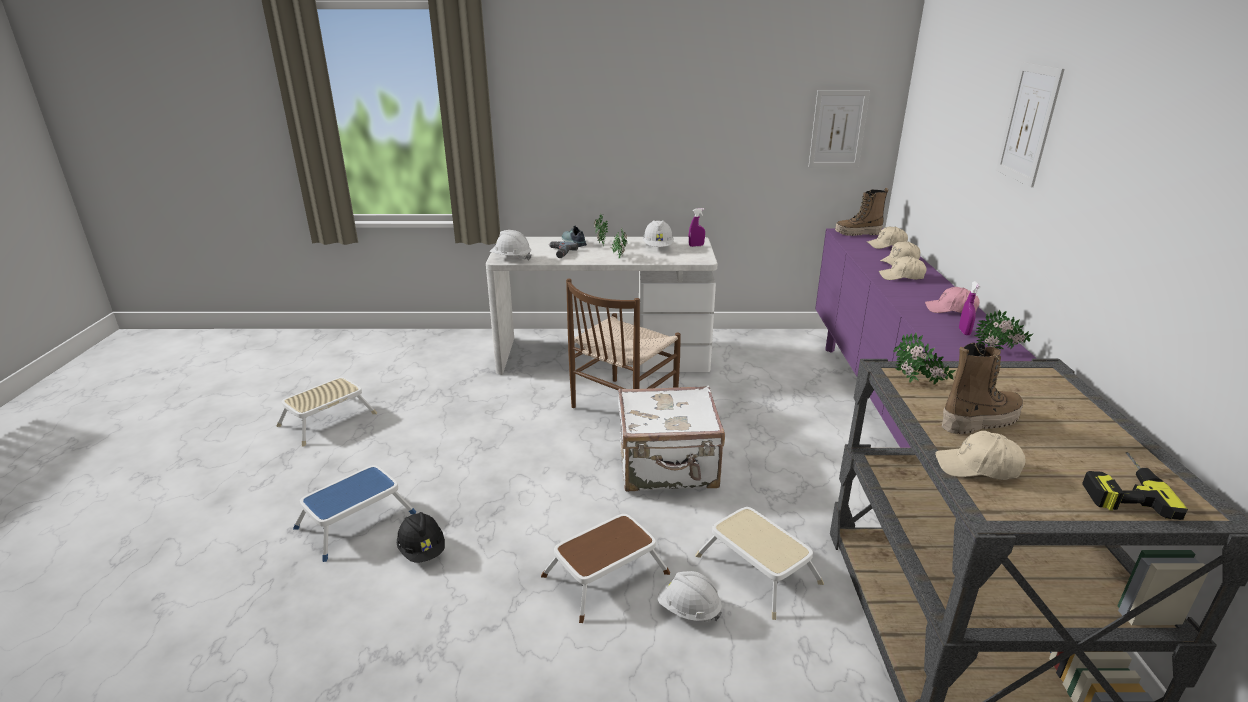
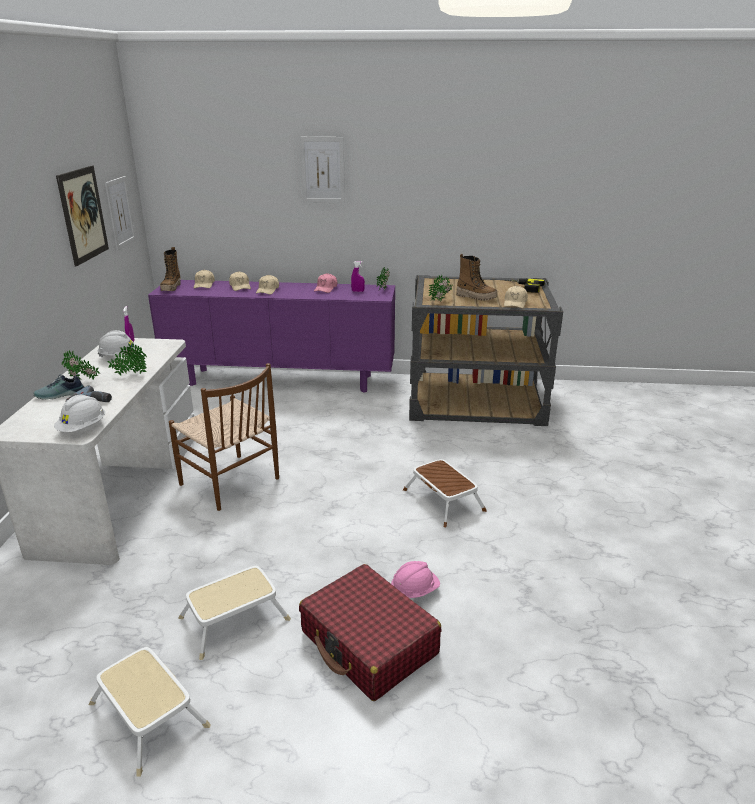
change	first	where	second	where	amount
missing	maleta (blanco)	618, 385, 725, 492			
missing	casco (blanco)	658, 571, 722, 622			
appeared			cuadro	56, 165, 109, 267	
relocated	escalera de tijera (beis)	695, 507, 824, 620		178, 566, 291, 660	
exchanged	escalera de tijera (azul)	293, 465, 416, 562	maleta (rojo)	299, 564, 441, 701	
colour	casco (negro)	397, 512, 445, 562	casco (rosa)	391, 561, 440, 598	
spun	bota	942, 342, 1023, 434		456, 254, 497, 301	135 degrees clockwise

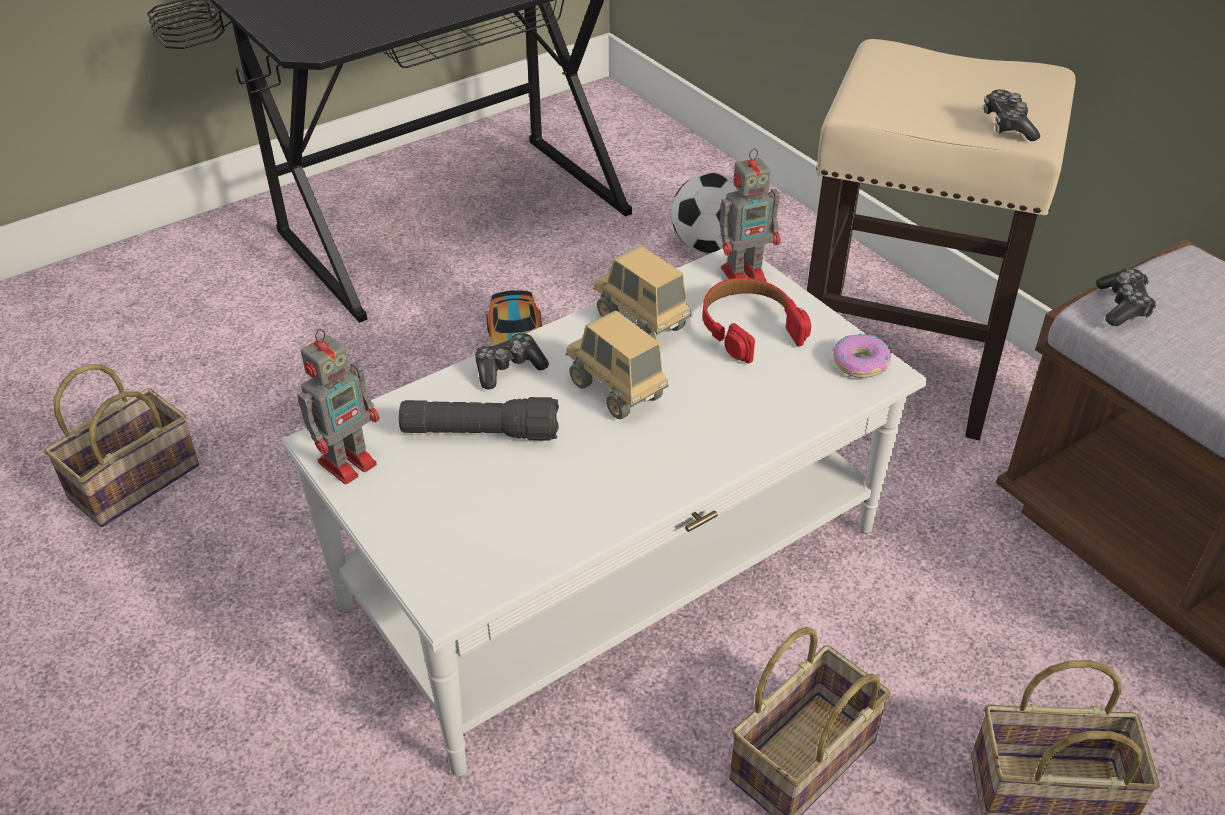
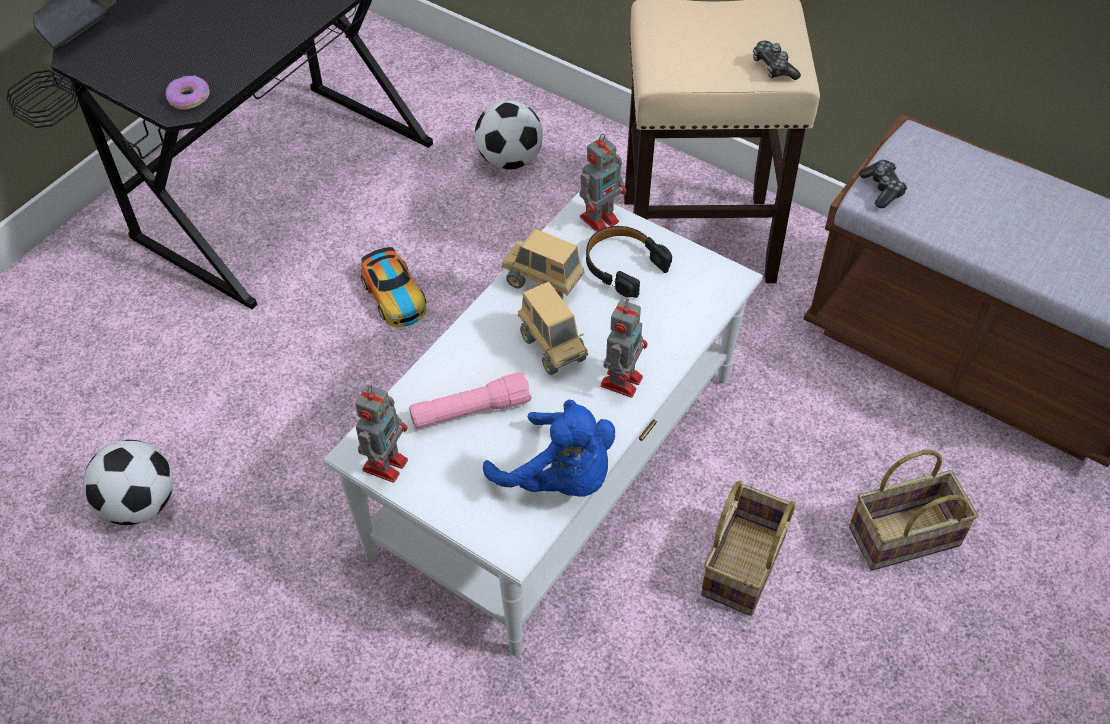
change	first	where	second	where	amount
missing	mando de consola	475, 333, 549, 389			
appeared			peluche (azul)	483, 400, 615, 497	
appeared			robot de juguete	601, 299, 648, 397	
relocated	rosquilla	832, 333, 891, 378		165, 75, 210, 110	
exchanged	cesta	44, 364, 199, 527	balón de fútbol	83, 440, 173, 525	
colour	linterna (negro)	399, 397, 559, 441	linterna (rosa)	409, 372, 532, 429	
colour	auriculares (rojo)	703, 278, 811, 364	auriculares (negro)	586, 226, 672, 298	
spun	camión de juguete	566, 310, 669, 419		518, 282, 588, 375	150 degrees counterclockwise

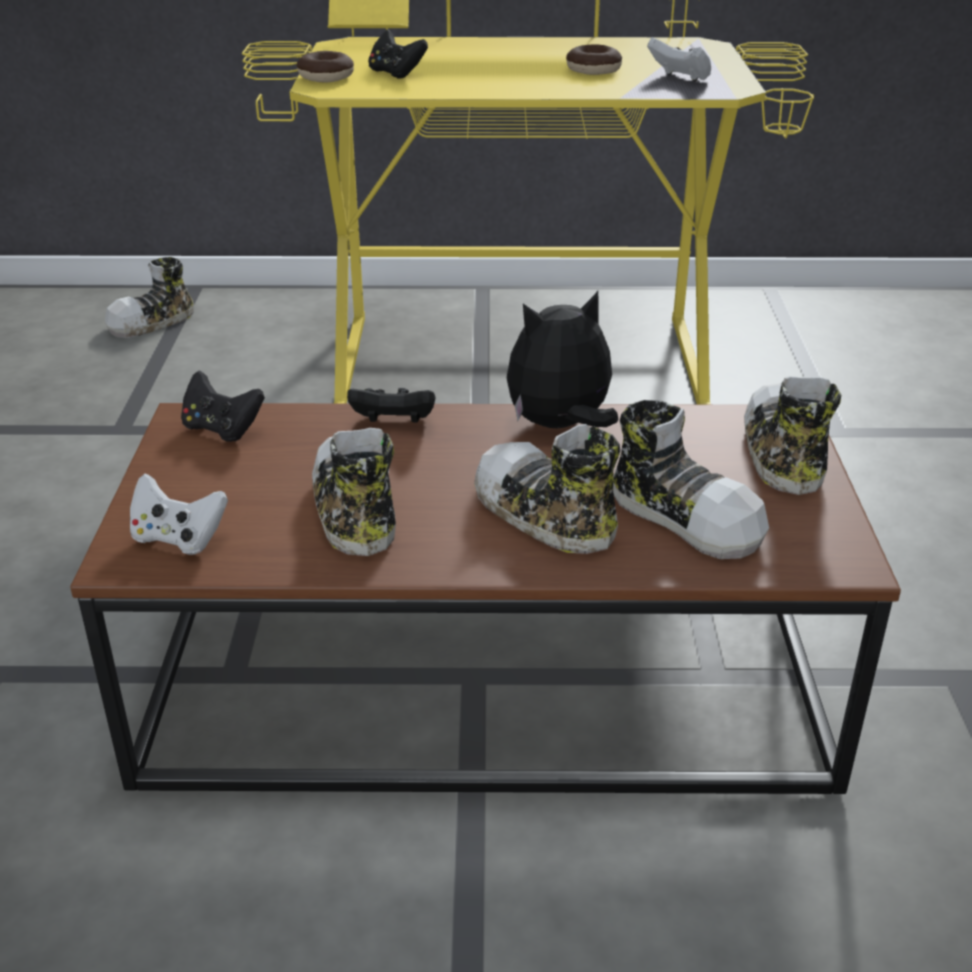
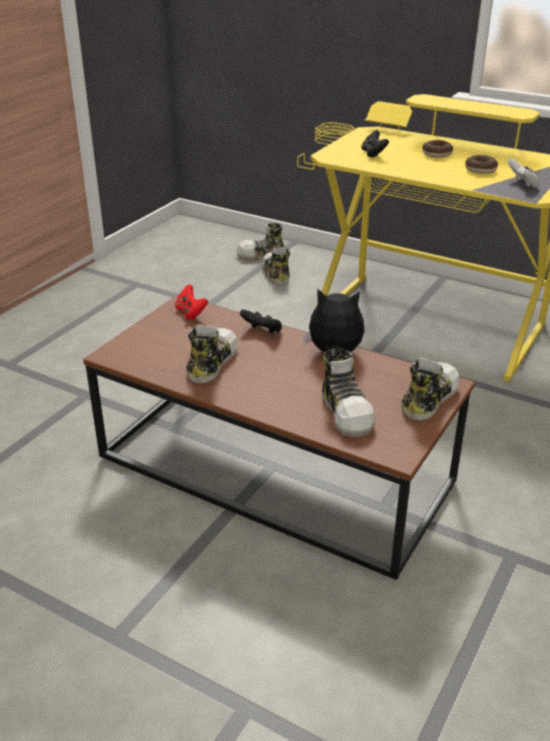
change	first	where	second	where	amount
missing	mando de consola (blanco)	130, 473, 228, 555			
relocated	rosquilla	297, 51, 354, 82		422, 140, 453, 158	
relocated	zapato	474, 424, 620, 554		262, 247, 290, 284	
colour	mando de consola (negro)	181, 370, 265, 442	mando de consola (rojo)	175, 284, 208, 320	

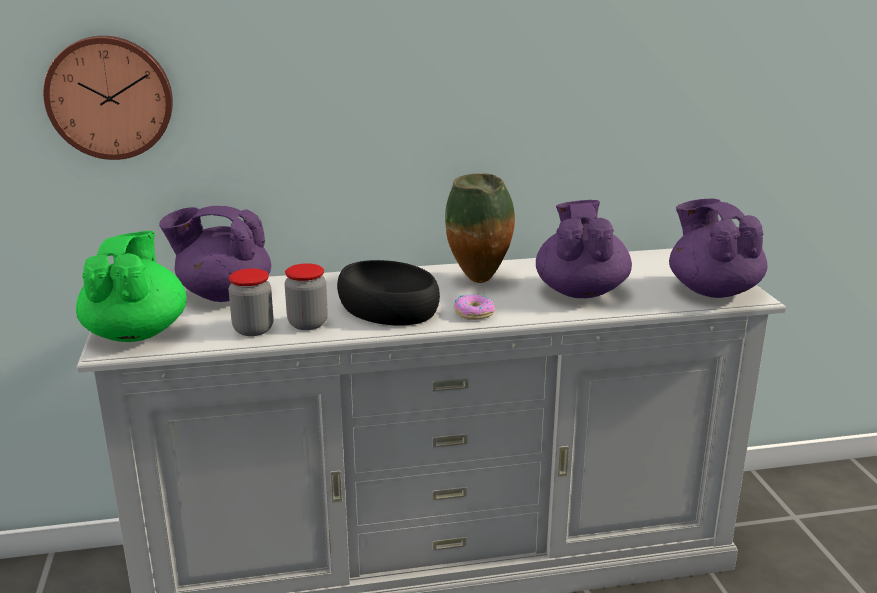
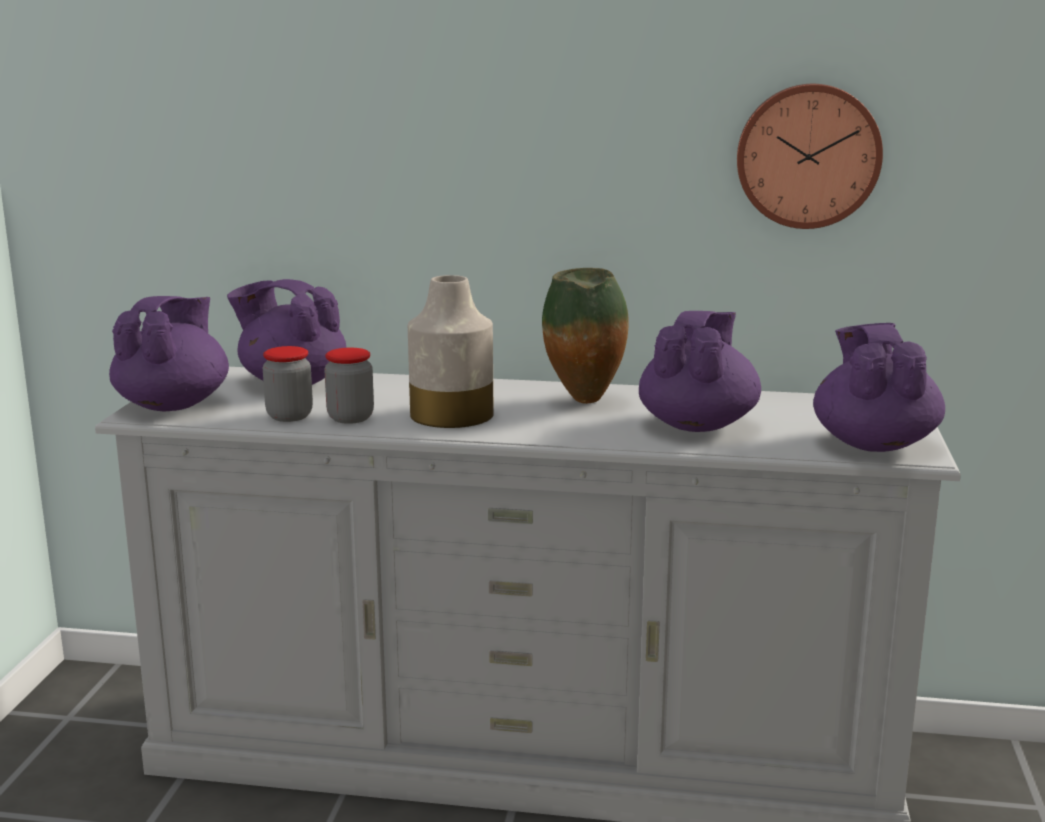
change	first	where	second	where	amount
missing	rosquilla	454, 294, 495, 320			
relocated	reloj de pared	43, 36, 173, 160		737, 84, 883, 229	
exchanged	cuenco (negro)	337, 260, 440, 325	florero (beis)	408, 275, 494, 428	
colour	tetera (verde)	76, 231, 187, 342	tetera (morado)	109, 296, 229, 411	

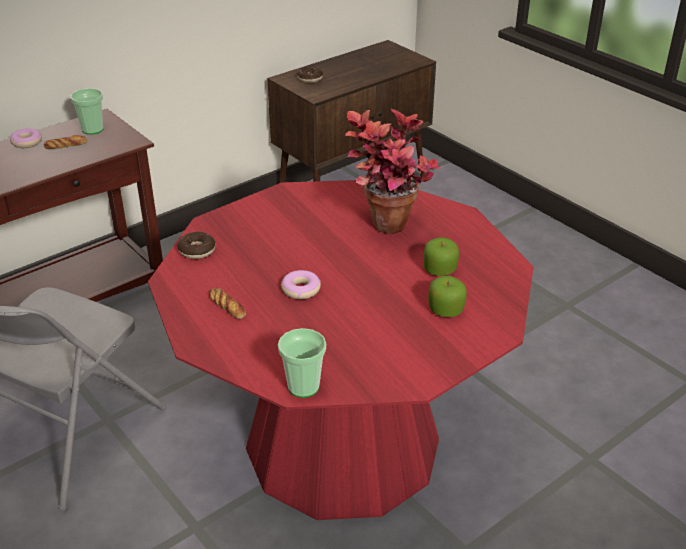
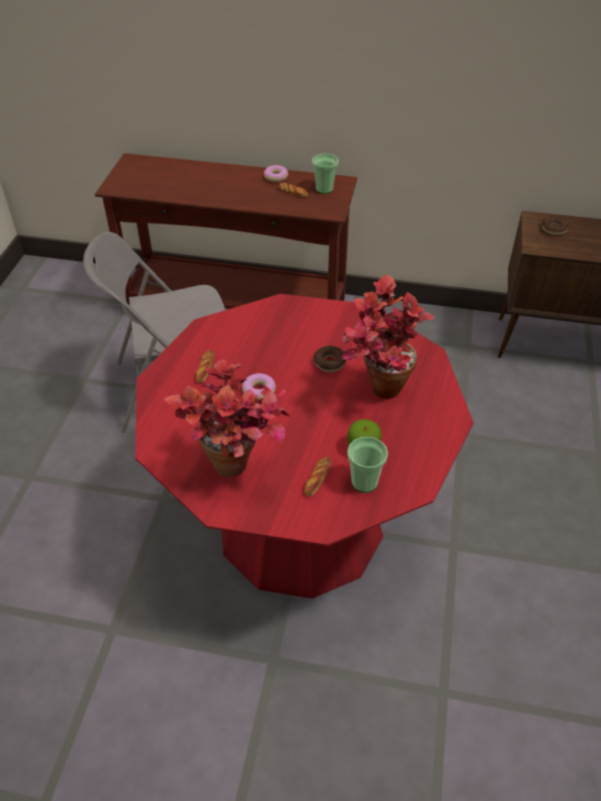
change	first	where	second	where	amount
appeared			planta en maceta	164, 359, 290, 477	
relocated	rosquilla	177, 232, 215, 259		314, 346, 346, 372	
relocated	taza	278, 328, 326, 398		347, 437, 388, 493	
exchanged	manzana	428, 276, 467, 317	pan	304, 457, 332, 496	

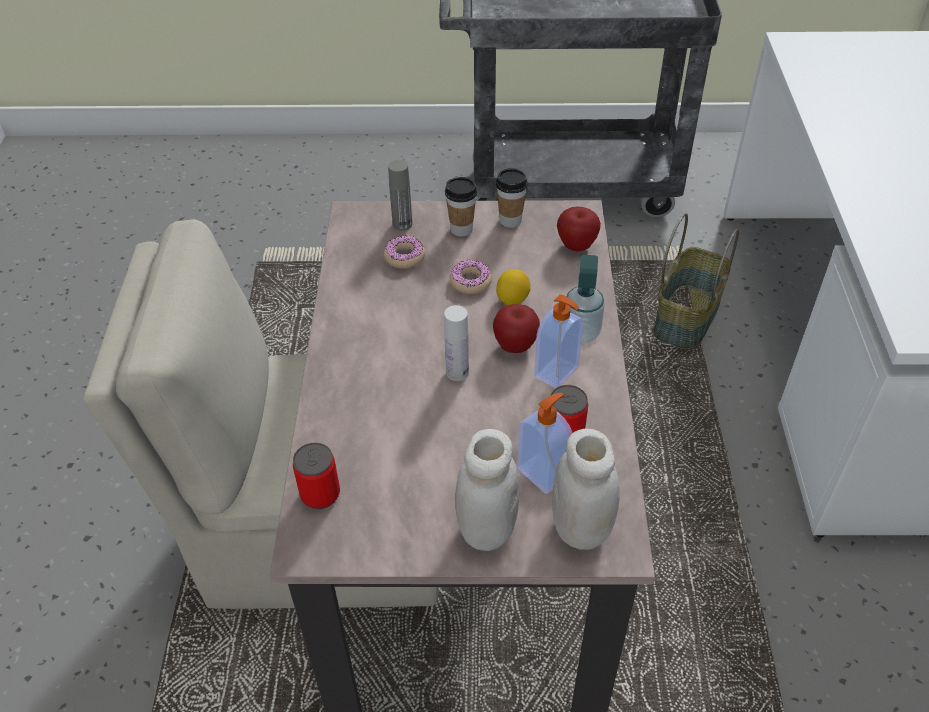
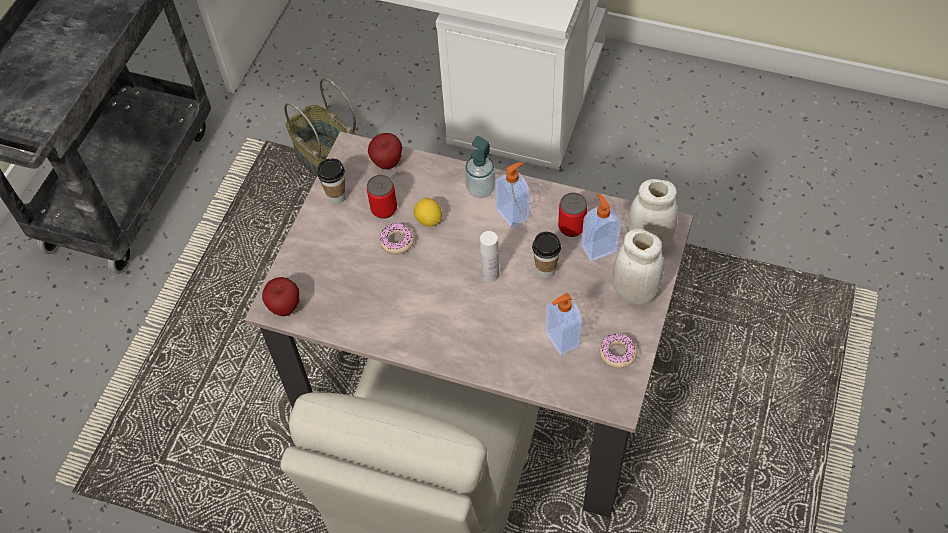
change	first	where	second	where	amount
missing	botella (gris)	388, 160, 412, 231			
appeared			dispensador de jabón	545, 293, 582, 355	
relocated	lata	293, 443, 340, 509		367, 175, 397, 219	
relocated	rosquilla	384, 235, 425, 269		599, 333, 638, 368	
relocated	taza	445, 177, 477, 236		532, 232, 561, 278	
relocated	manzana	493, 304, 540, 353		262, 277, 300, 316	

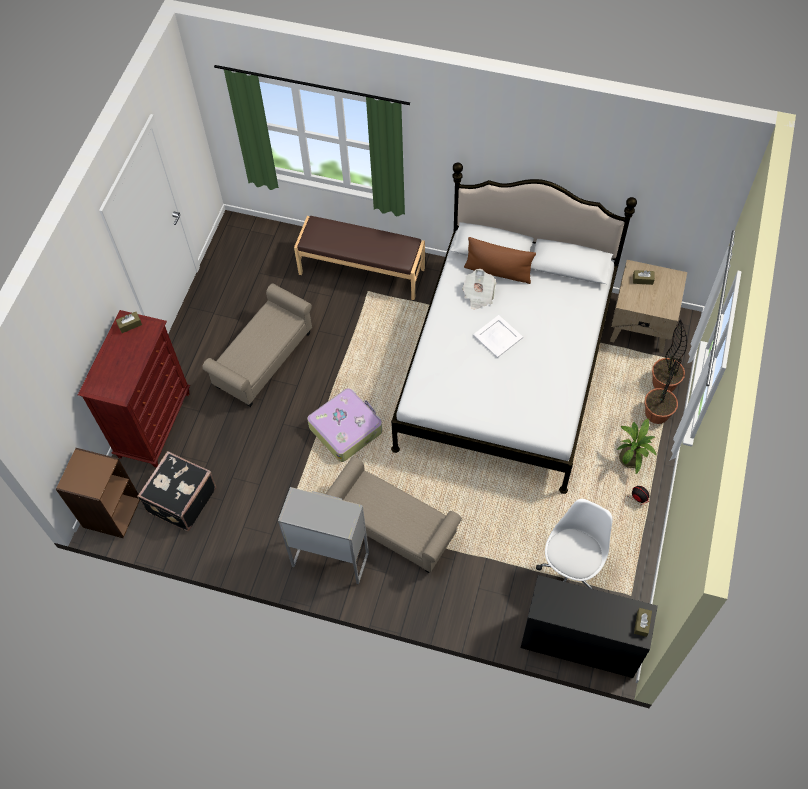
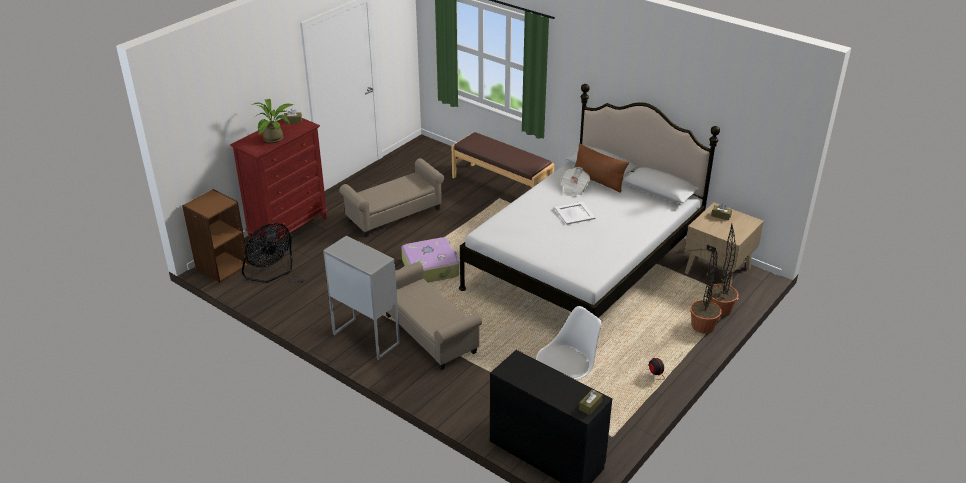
change	first	where	second	where	amount
relocated	planta en maceta	616, 419, 657, 475		254, 99, 294, 143	
exchanged	maleta (negro)	137, 451, 216, 531	ventilador (negro)	242, 223, 304, 283	

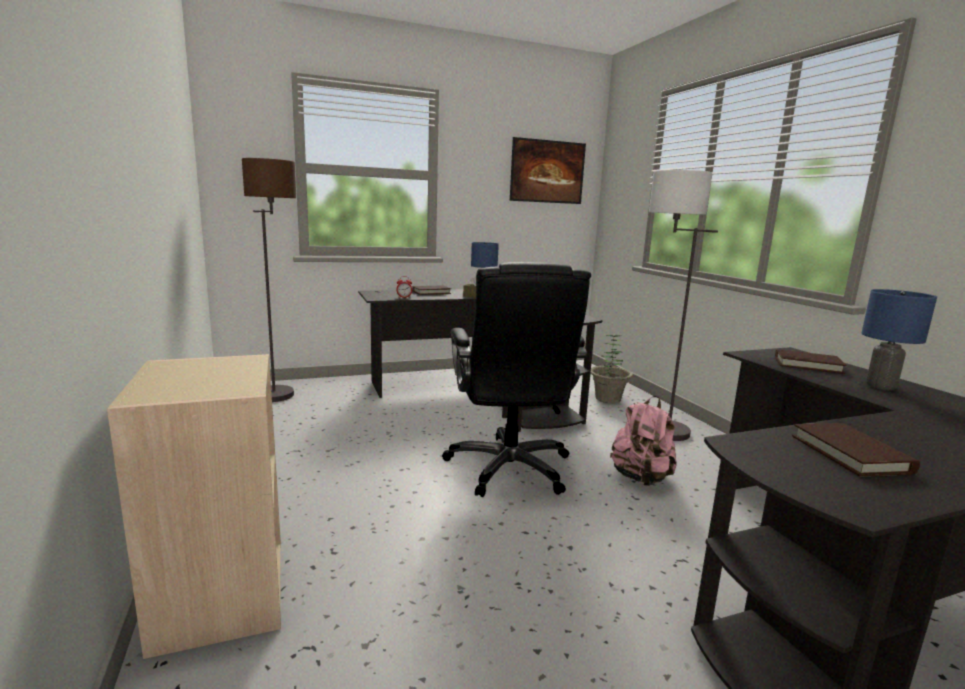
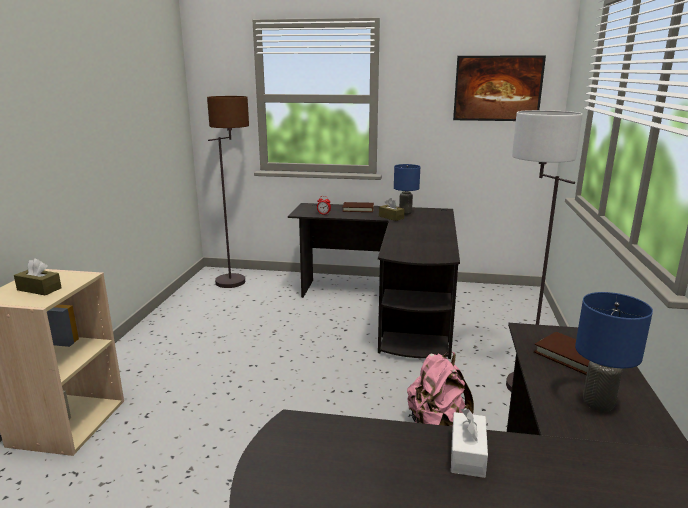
change	first	where	second	where	amount
missing	silla de oficina (negro)	442, 262, 591, 497			
missing	planta en maceta	591, 335, 633, 403			
missing	libro (marrón)	792, 423, 920, 477			
appeared			caja de pañuelos (marrón)	14, 258, 62, 295	
appeared			caja de pañuelos (blanco)	451, 408, 488, 478	

